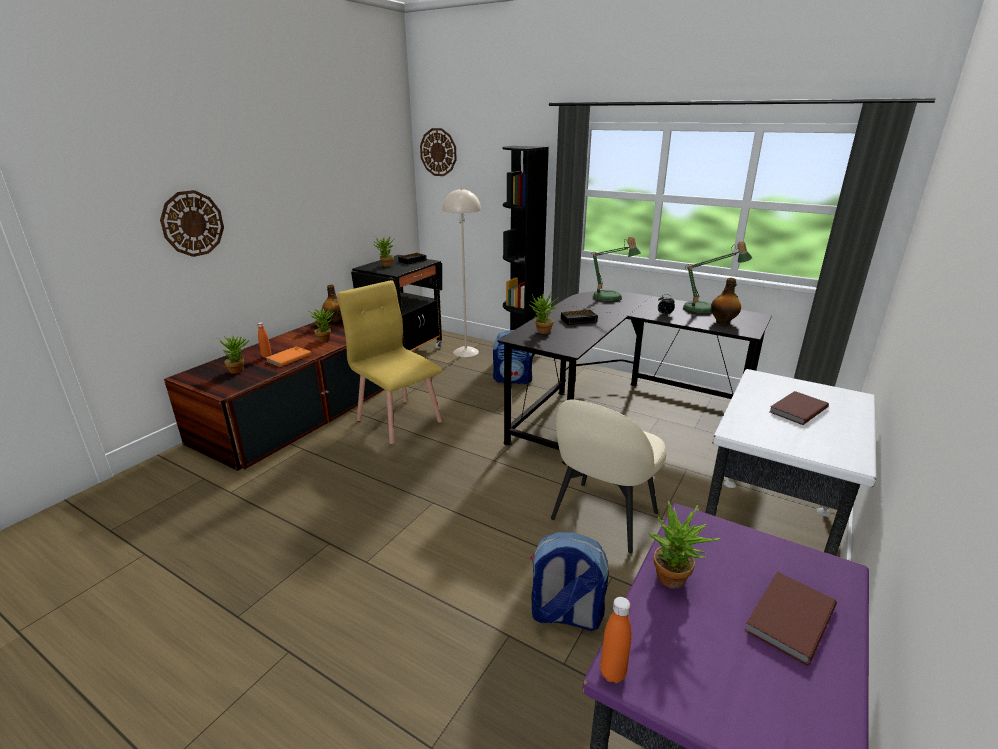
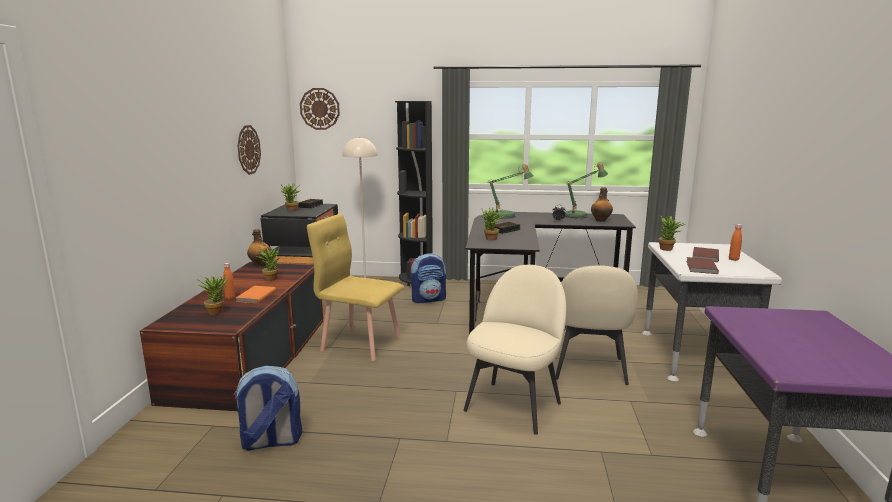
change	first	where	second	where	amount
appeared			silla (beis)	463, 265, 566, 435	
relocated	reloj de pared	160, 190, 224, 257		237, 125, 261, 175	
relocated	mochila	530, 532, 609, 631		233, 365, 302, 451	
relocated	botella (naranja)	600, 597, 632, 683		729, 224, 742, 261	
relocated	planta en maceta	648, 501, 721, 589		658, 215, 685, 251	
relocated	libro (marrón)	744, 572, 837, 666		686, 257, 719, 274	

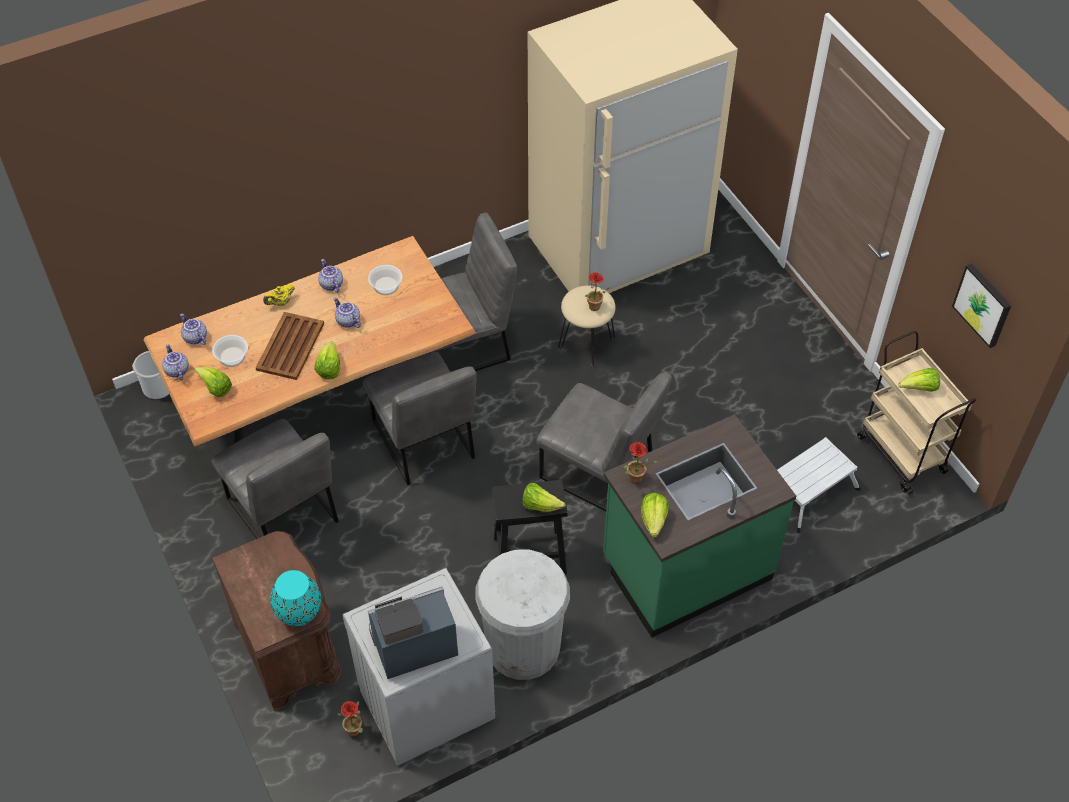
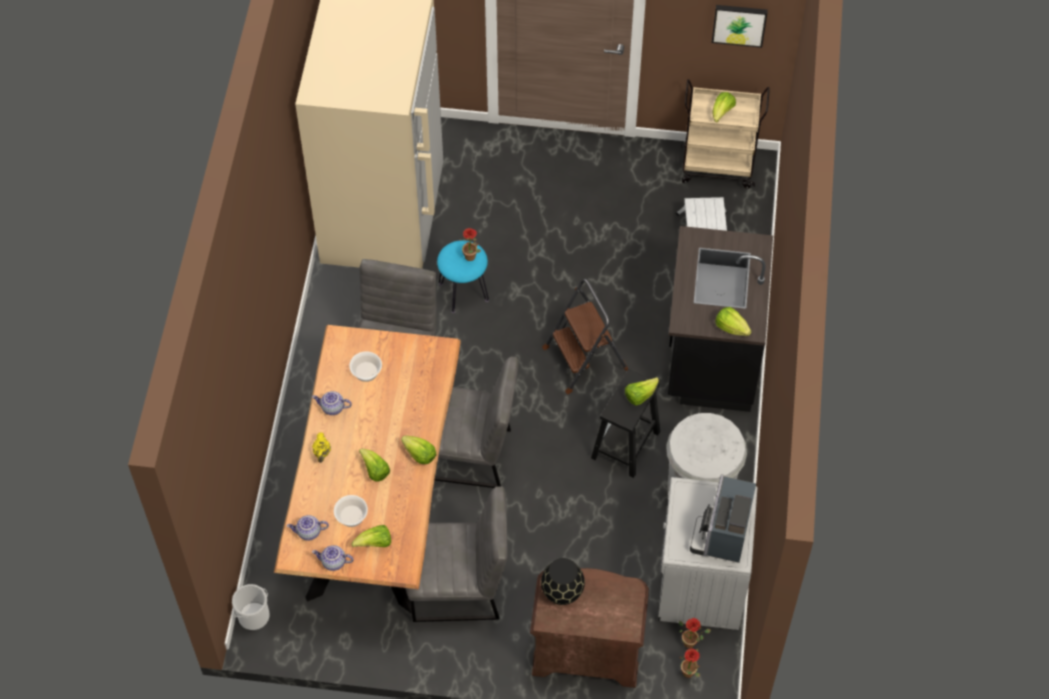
change	first	where	second	where	amount
missing	florero (turquesa)	270, 570, 321, 627			
missing	tetera	333, 297, 361, 328			
appeared			florero (negro)	541, 558, 585, 605	
relocated	planta en maceta	623, 442, 657, 484		680, 649, 700, 678	
exchanged	bandeja (marrón)	256, 312, 324, 380	lechuga	359, 449, 390, 482	
exchanged	silla (gris)	537, 372, 672, 511	escalera de tijera (marrón)	542, 279, 628, 394	
colour	taburete (beis)	558, 285, 616, 367	taburete (turquesa)	437, 240, 489, 313	
colour	mueble bajo de cocina (verde)	603, 414, 796, 637	mueble bajo de cocina (negro)	668, 226, 773, 412	

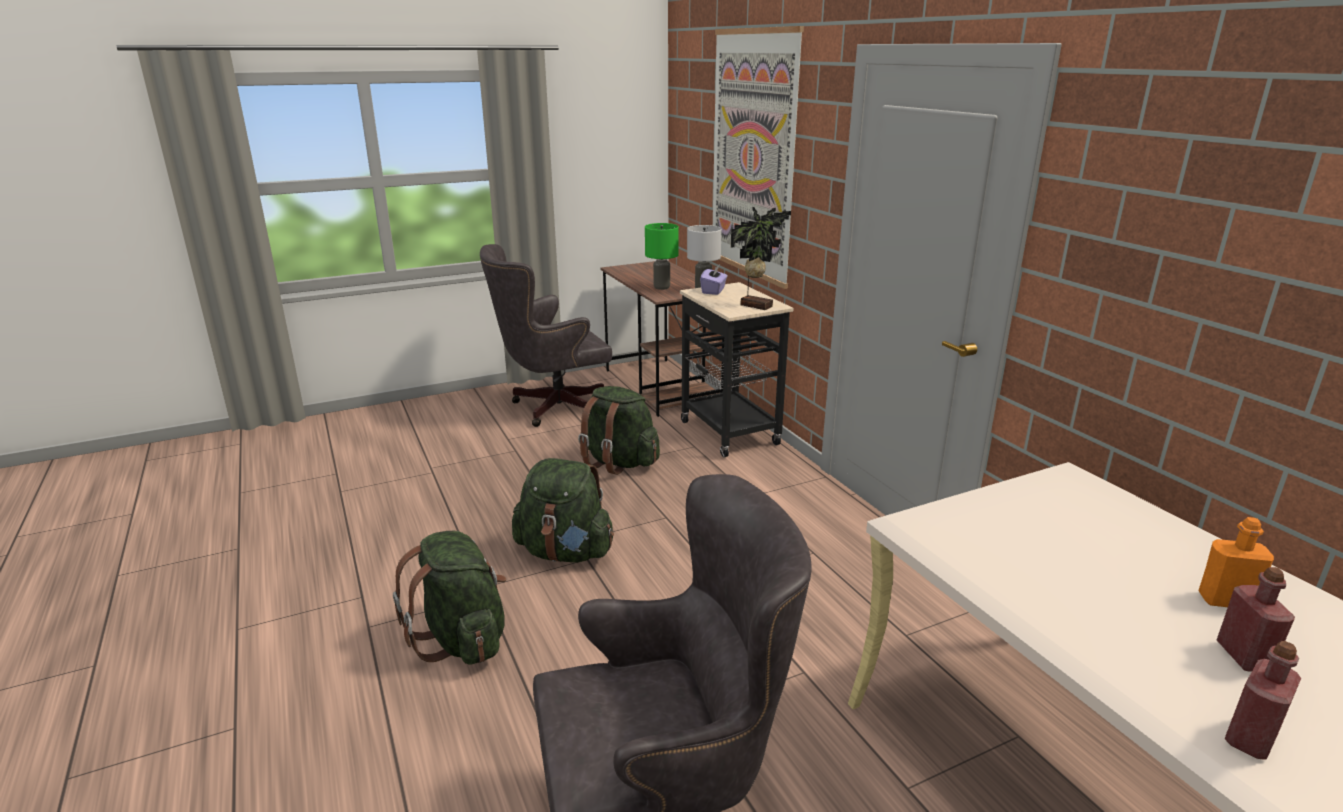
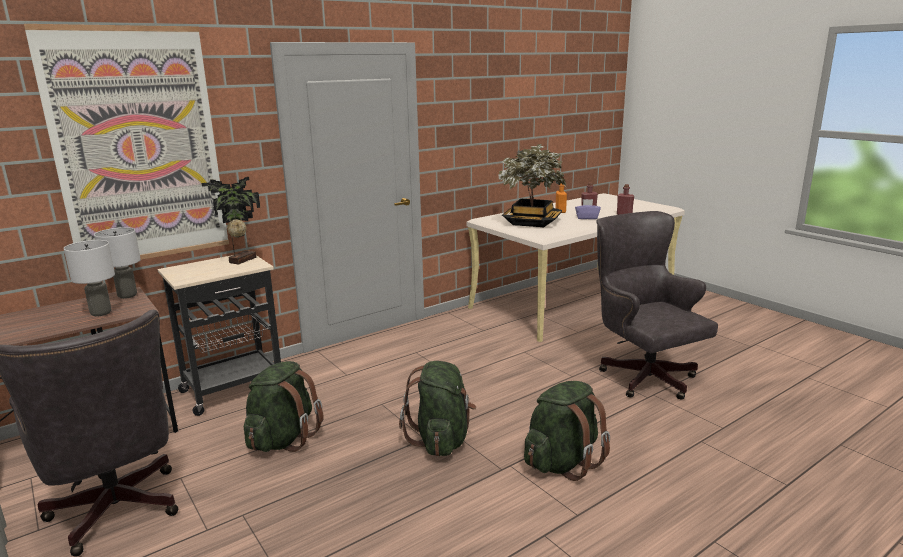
change	first	where	second	where	amount
appeared			planta en maceta	499, 144, 568, 227	
relocated	caja de pañuelos (morado)	700, 265, 727, 295		575, 199, 601, 219	
colour	lámpara de mesa (verde)	645, 223, 678, 290	lámpara de mesa (blanco)	64, 240, 115, 316	

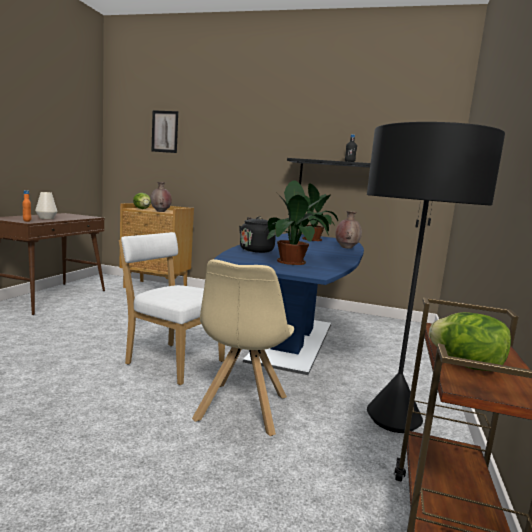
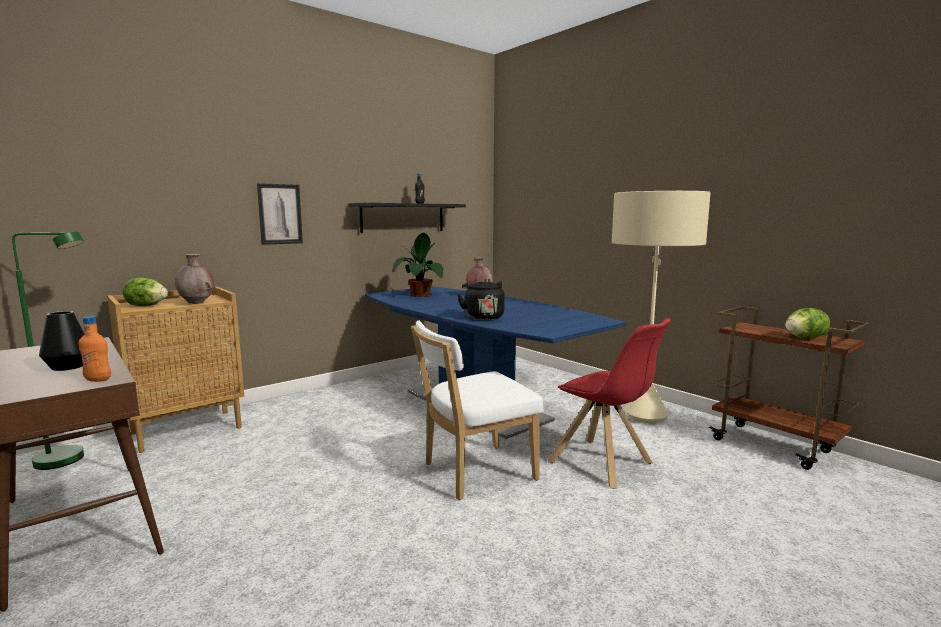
change	first	where	second	where	amount
missing	planta en maceta	263, 180, 329, 265			
appeared			lámpara de pie (verde)	12, 232, 84, 470	
relocated	cuadro	152, 110, 178, 153		257, 183, 303, 245	
colour	florero (blanco)	35, 192, 57, 219	florero (negro)	39, 311, 85, 371	
colour	silla (beis)	192, 259, 294, 436	silla (rojo)	548, 318, 671, 489	
colour	lámpara de pie (negro)	367, 122, 505, 433	lámpara de pie (beis)	612, 191, 711, 423	

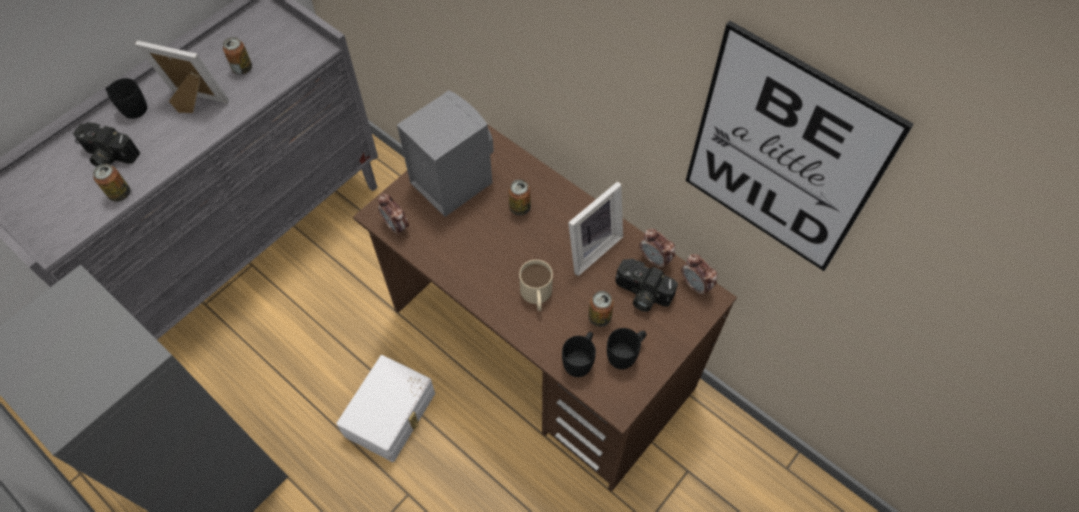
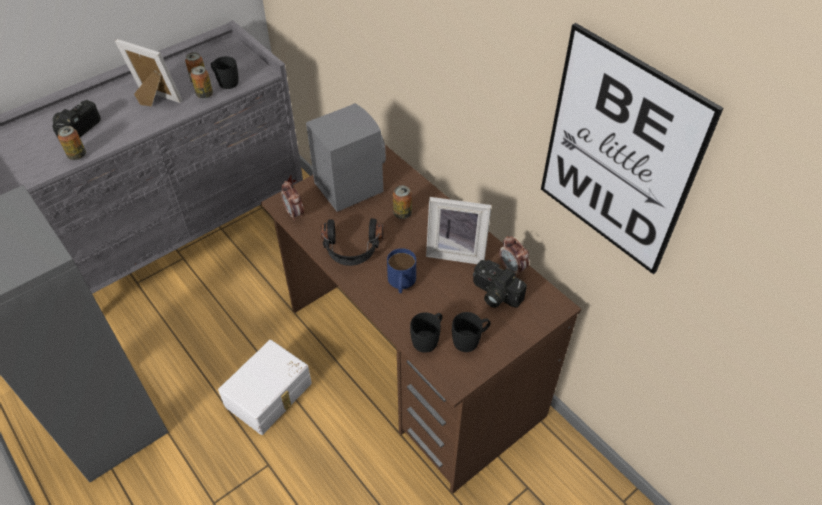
change	first	where	second	where	amount
missing	despertador	681, 254, 718, 296			
appeared			auriculares (negro)	321, 218, 384, 266	
relocated	taza grande (negro)	106, 78, 147, 119		211, 56, 239, 89	
relocated	lata	589, 291, 614, 327		191, 66, 213, 99	
colour	taza grande (beis)	519, 260, 553, 311	taza grande (azul)	387, 248, 416, 293	
spun	cámara	73, 122, 140, 167		52, 100, 101, 142	90 degrees clockwise
spun	portarretratos	568, 181, 623, 276		426, 197, 492, 264	45 degrees clockwise

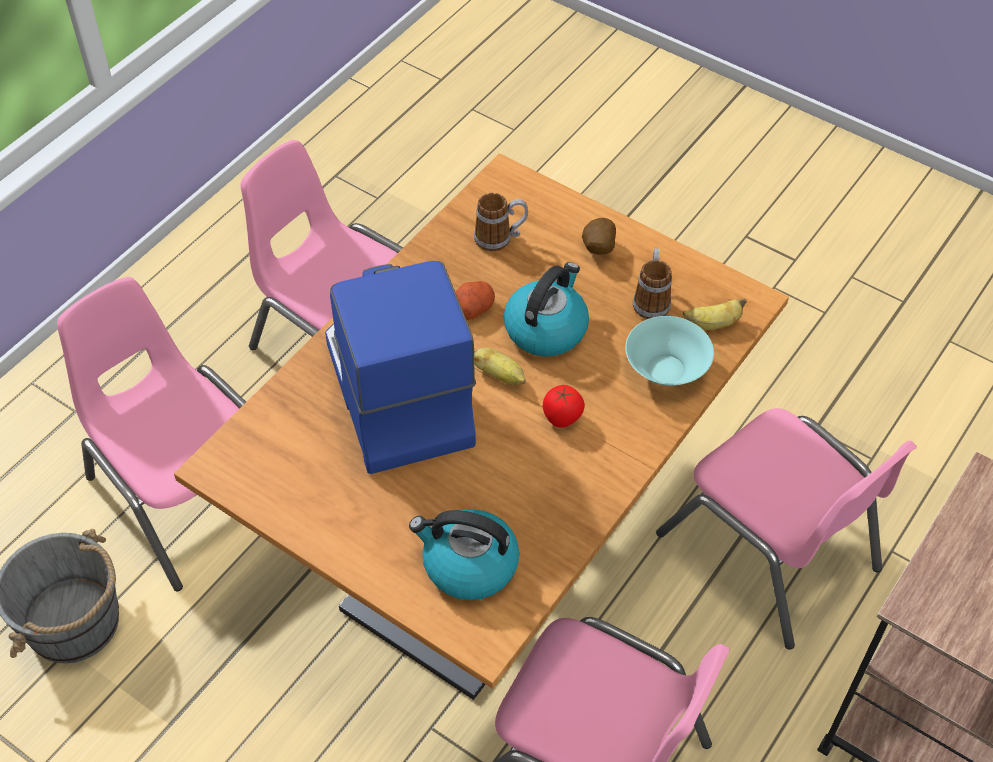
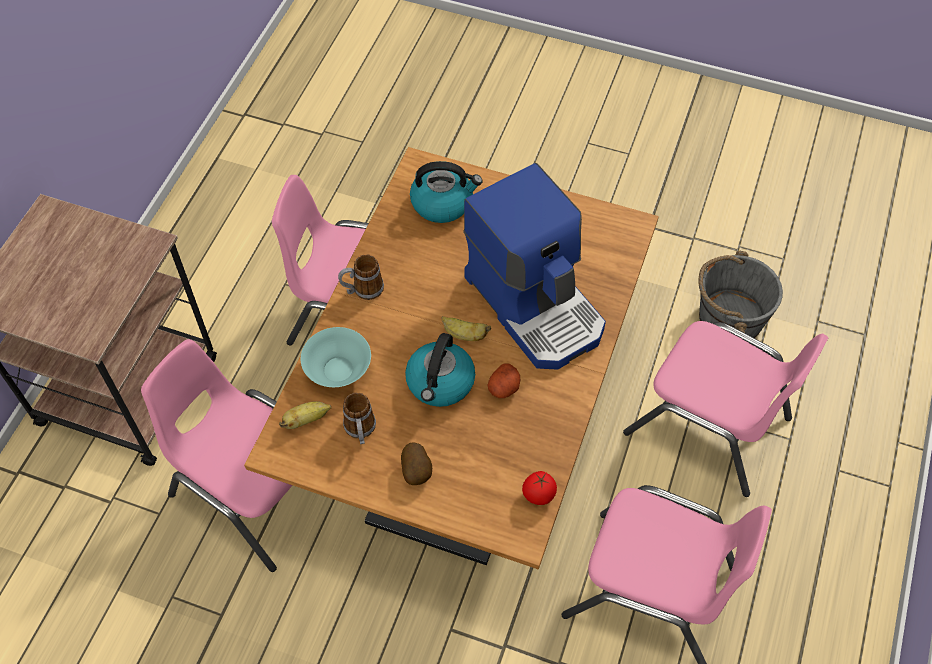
change	first	where	second	where	amount
relocated	taza grande	474, 193, 528, 251		338, 254, 384, 300	
relocated	tomate	543, 385, 585, 428		522, 471, 557, 505	

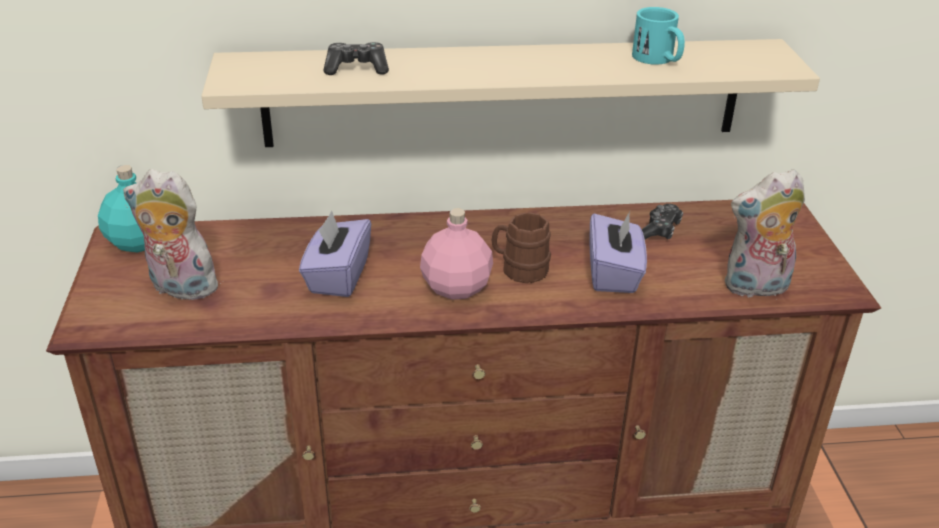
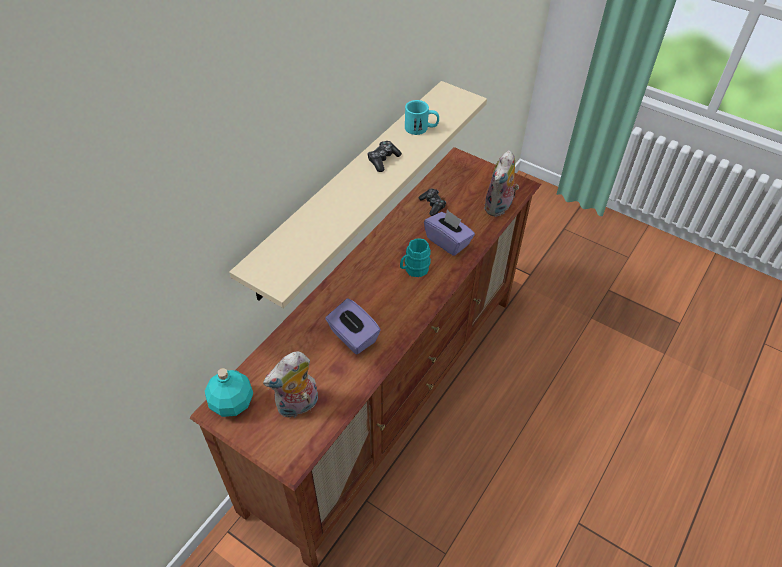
change	first	where	second	where	amount
missing	botella (rosa)	420, 208, 493, 300			
relocated	mando de consola	323, 42, 389, 75		367, 141, 402, 172	
colour	taza grande (marrón)	492, 212, 551, 284	taza grande (turquesa)	400, 238, 431, 277	

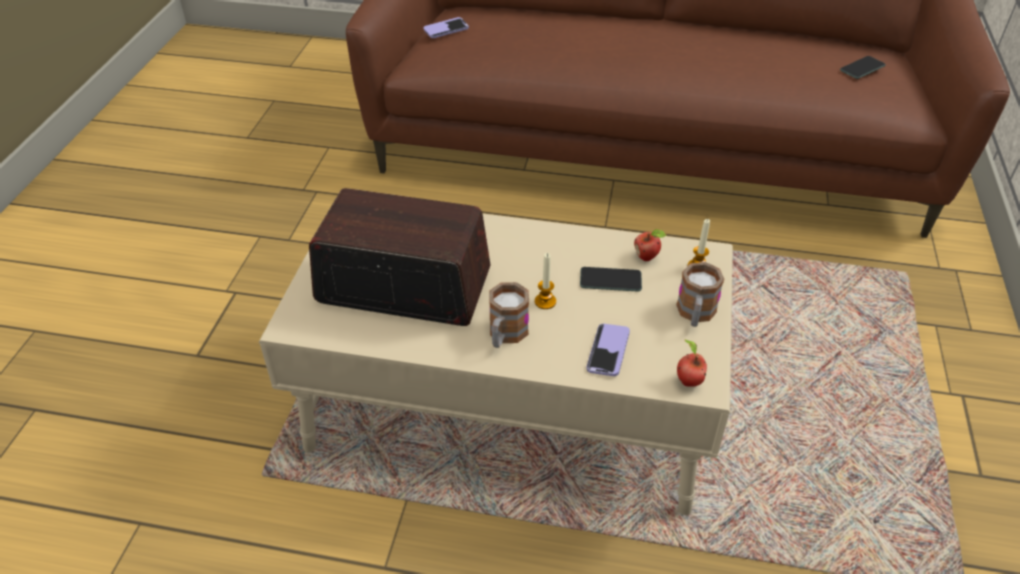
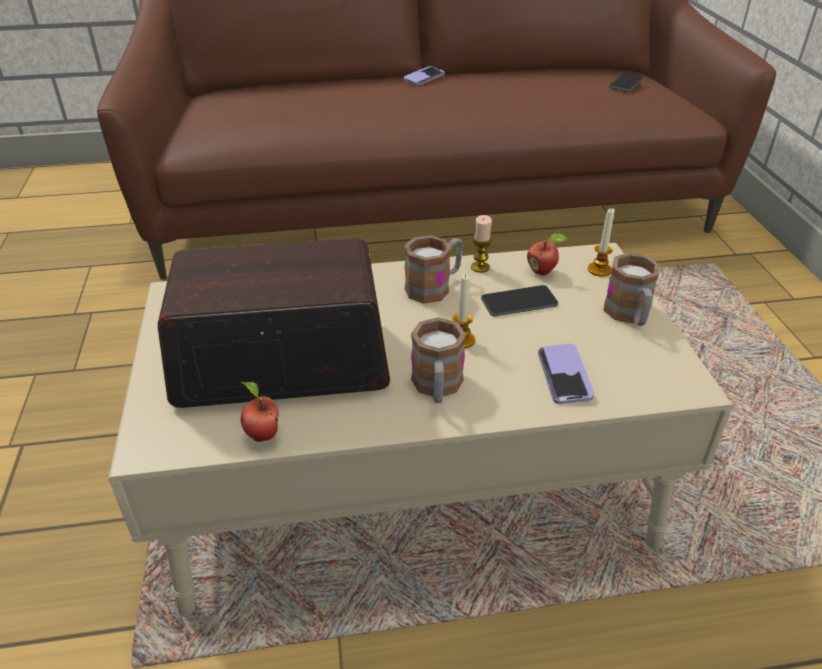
change	first	where	second	where	amount
appeared			taza grande	404, 235, 463, 303	
appeared			vela	471, 215, 492, 273	
relocated	móvil	423, 17, 469, 38		404, 66, 445, 85	
relocated	manzana	677, 339, 707, 387		241, 381, 278, 442	

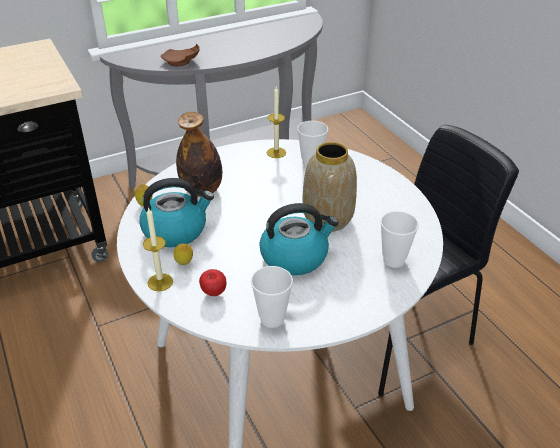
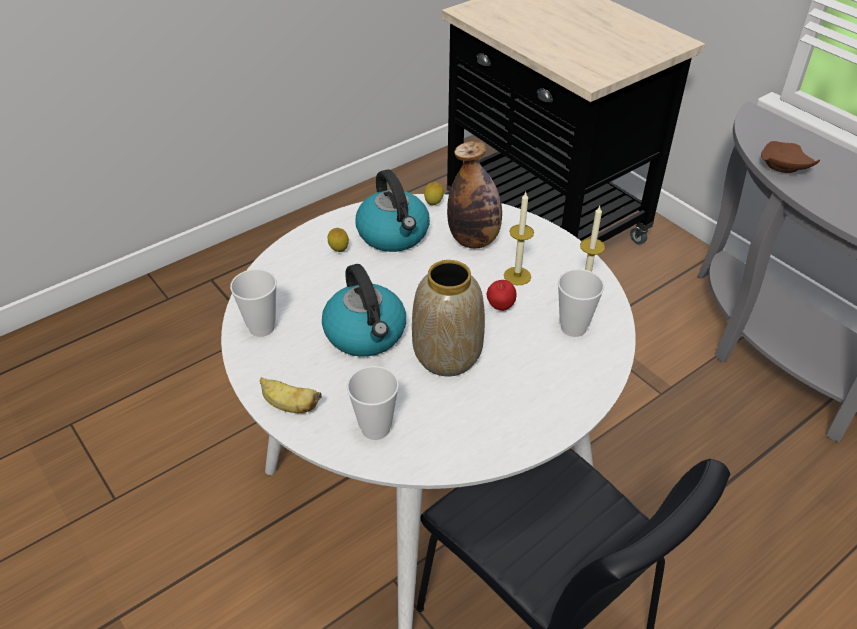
change	first	where	second	where	amount
appeared			plátano	260, 377, 321, 413	
relocated	vela	143, 207, 173, 291		504, 192, 534, 285	
relocated	manzana	199, 269, 226, 296		487, 280, 517, 311	

